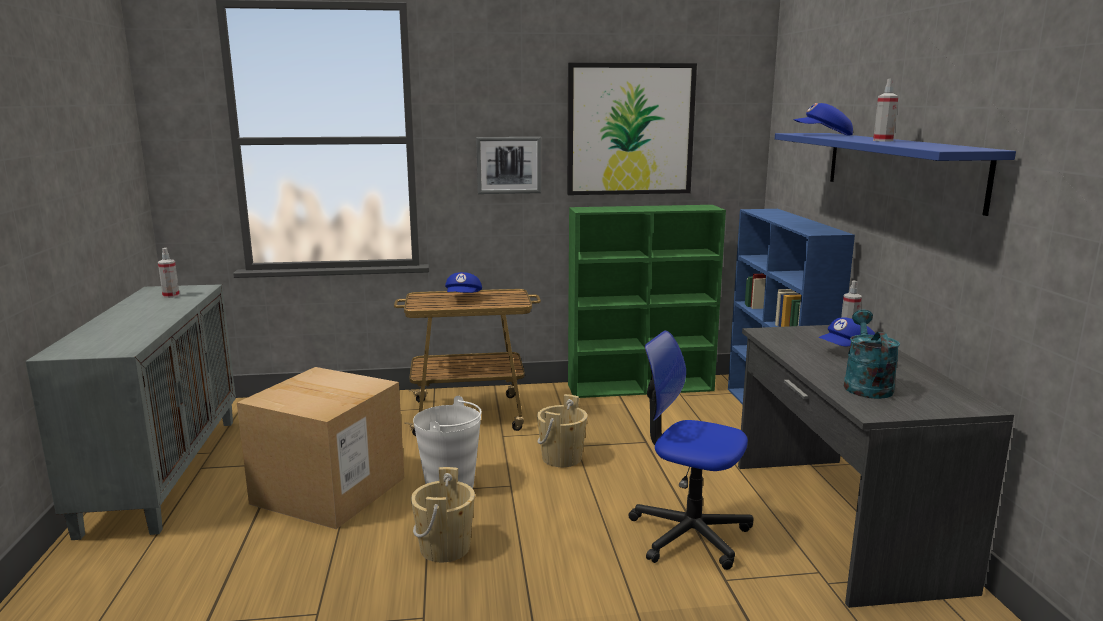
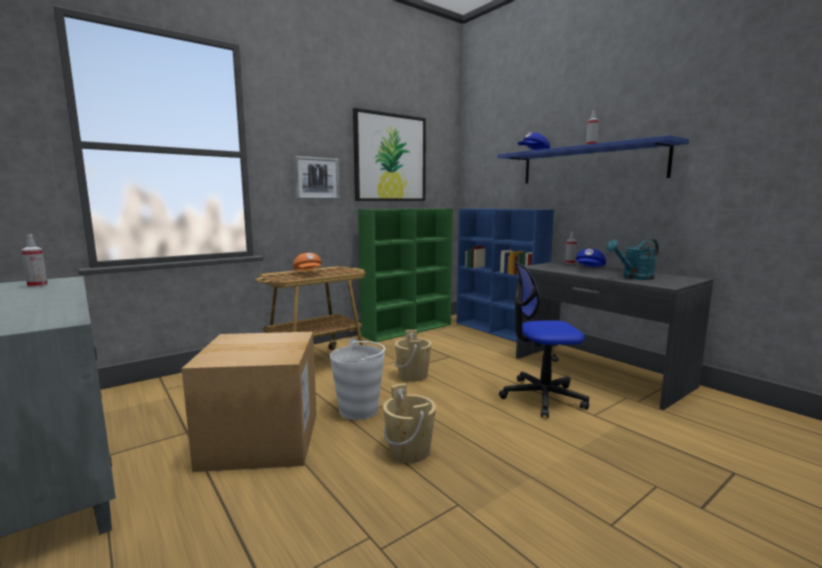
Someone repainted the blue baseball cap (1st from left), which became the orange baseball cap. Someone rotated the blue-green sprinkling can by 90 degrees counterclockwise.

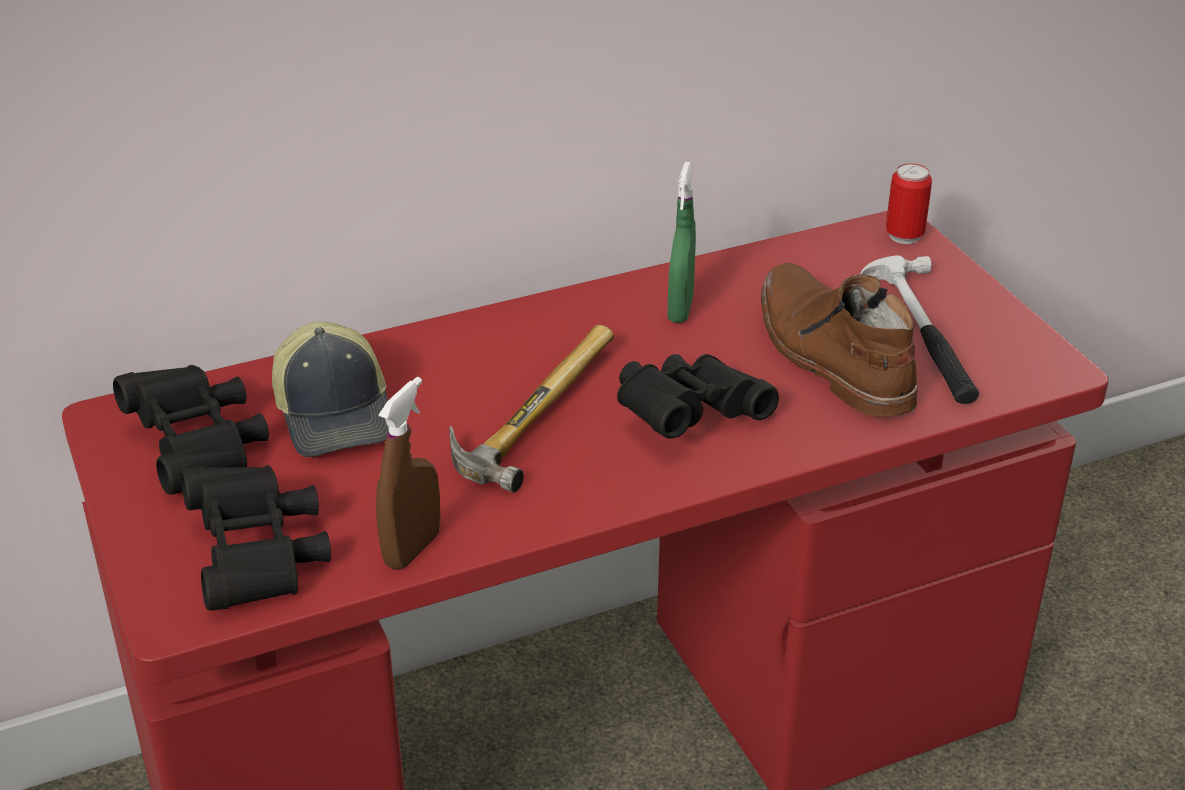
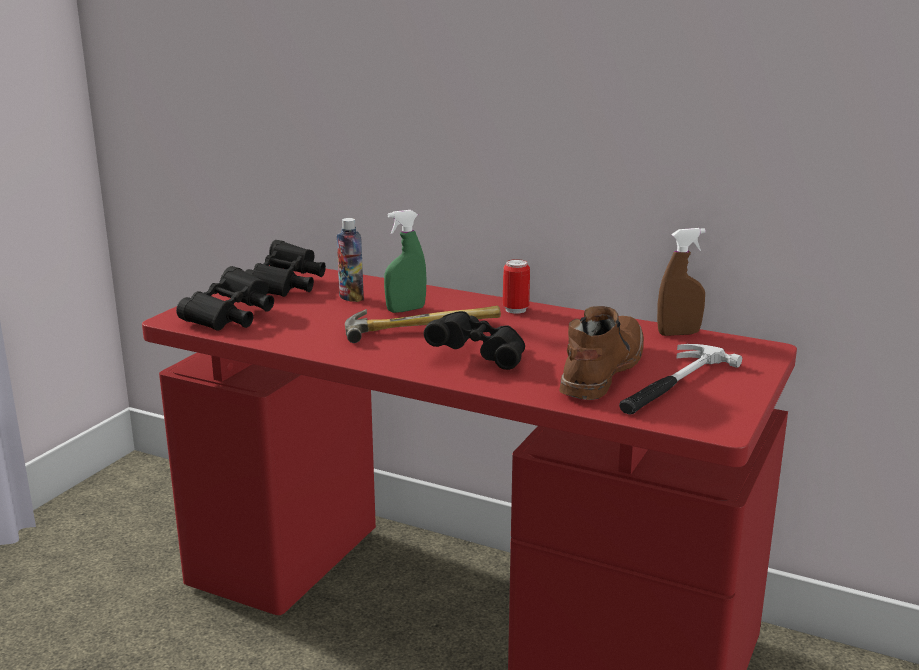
Someone swapped the baseball cap for the drink bottle. Someone carried the brownish spray bottle. Someone carried the greenish spray bottle. Someone carried the sealed can.

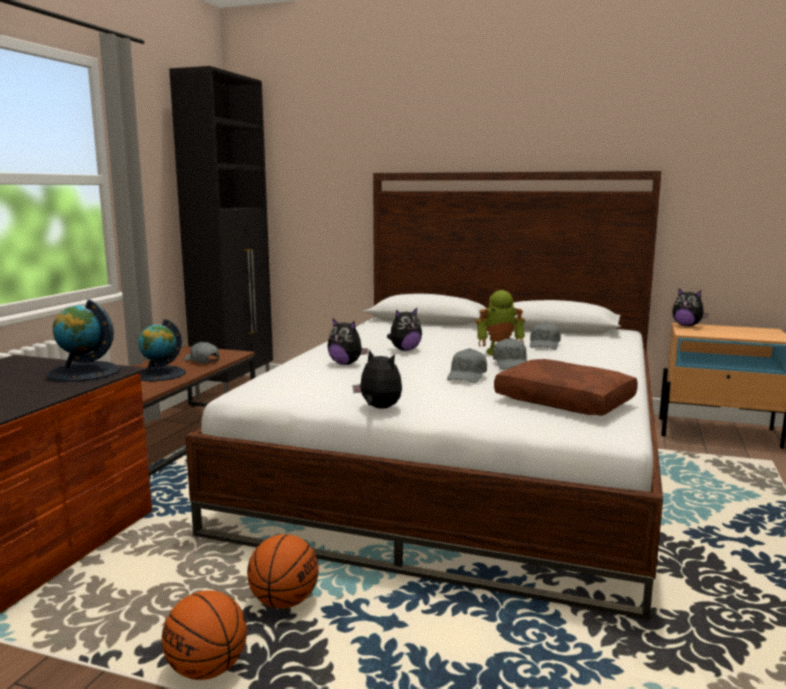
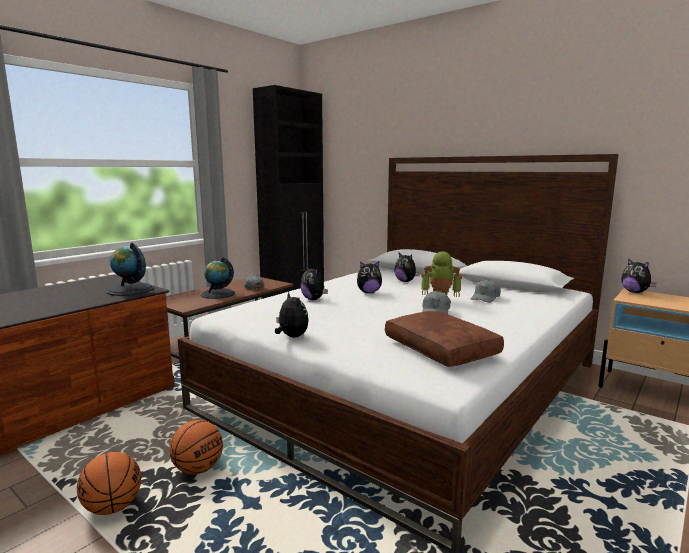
Someone took away the greyish baseball cap (2nd from left). Someone put down the plush toy (4th from left).

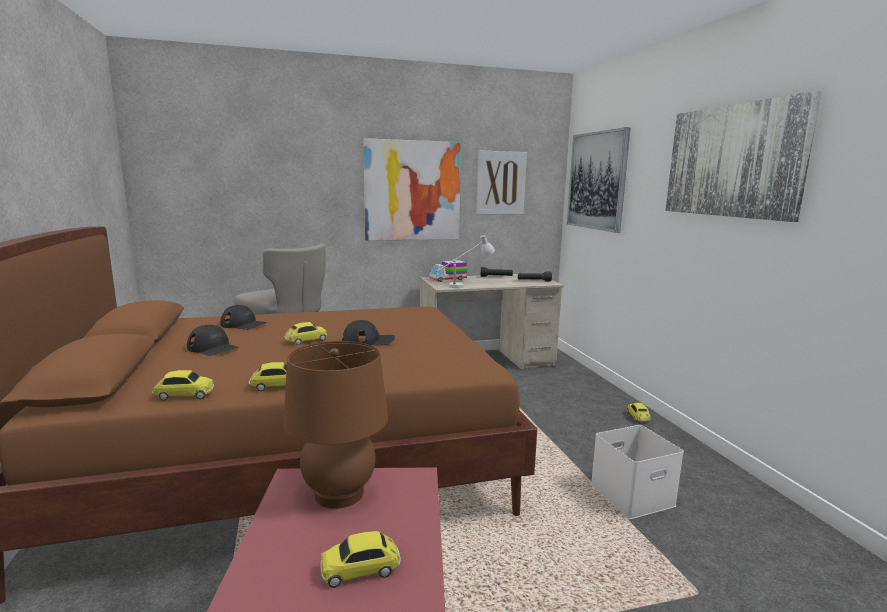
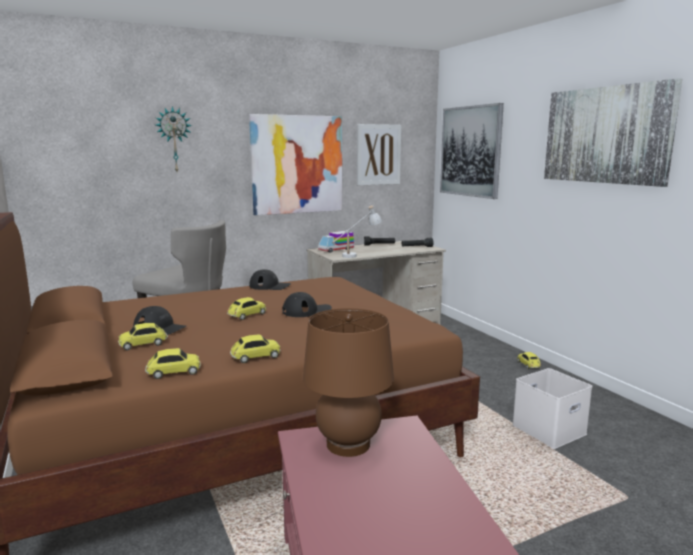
Someone carried the black baseball cap (2nd from left). Someone carried the toy car (4th from left in the first image). Someone put up the clock on the wall.

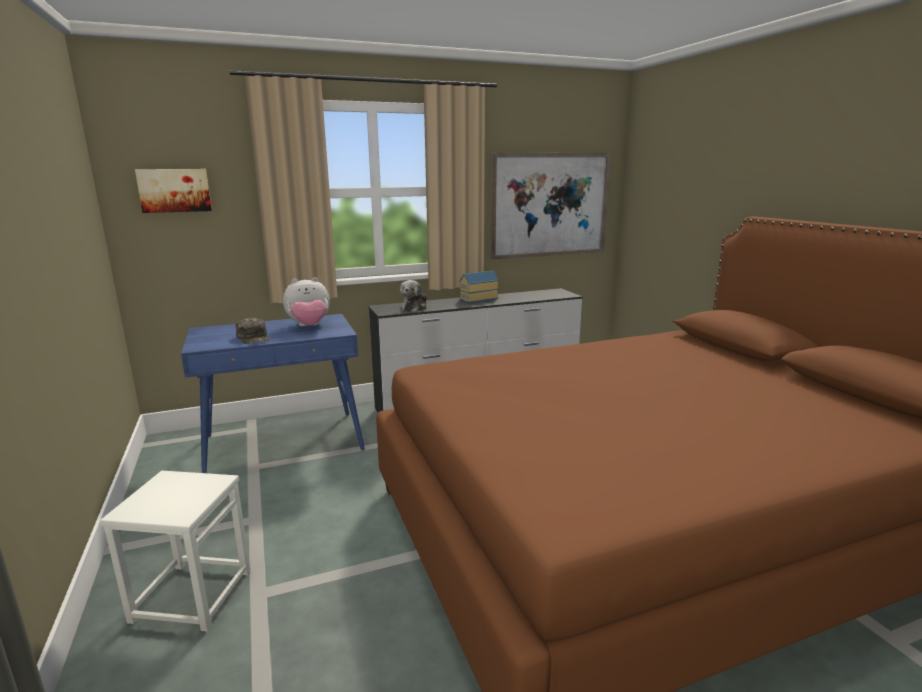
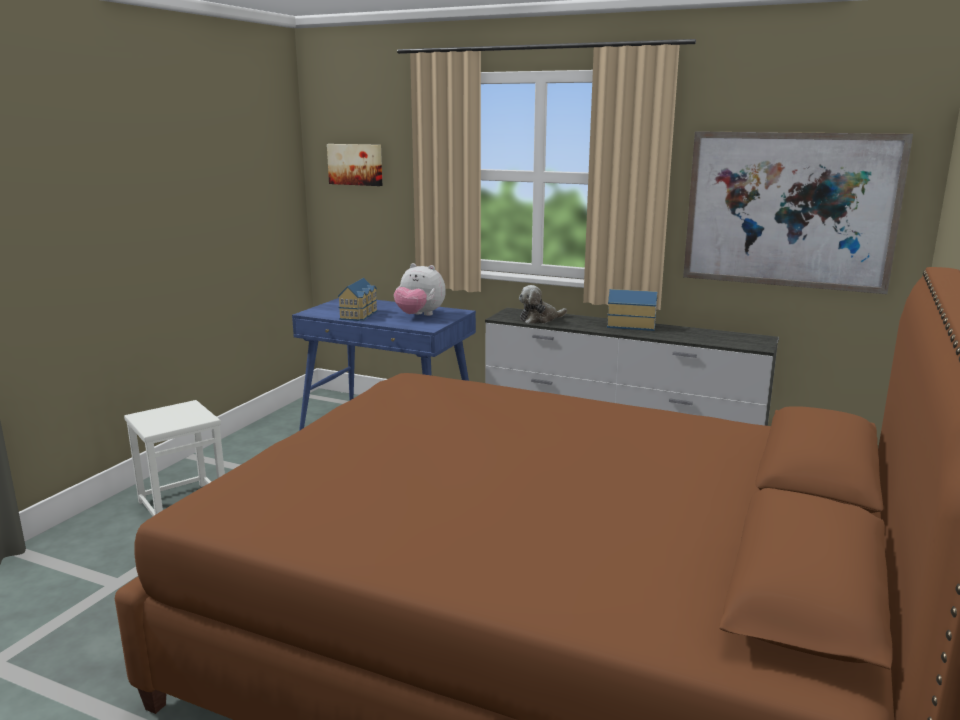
Someone swapped the greenish baseball cap for the miniature house (1st from left).

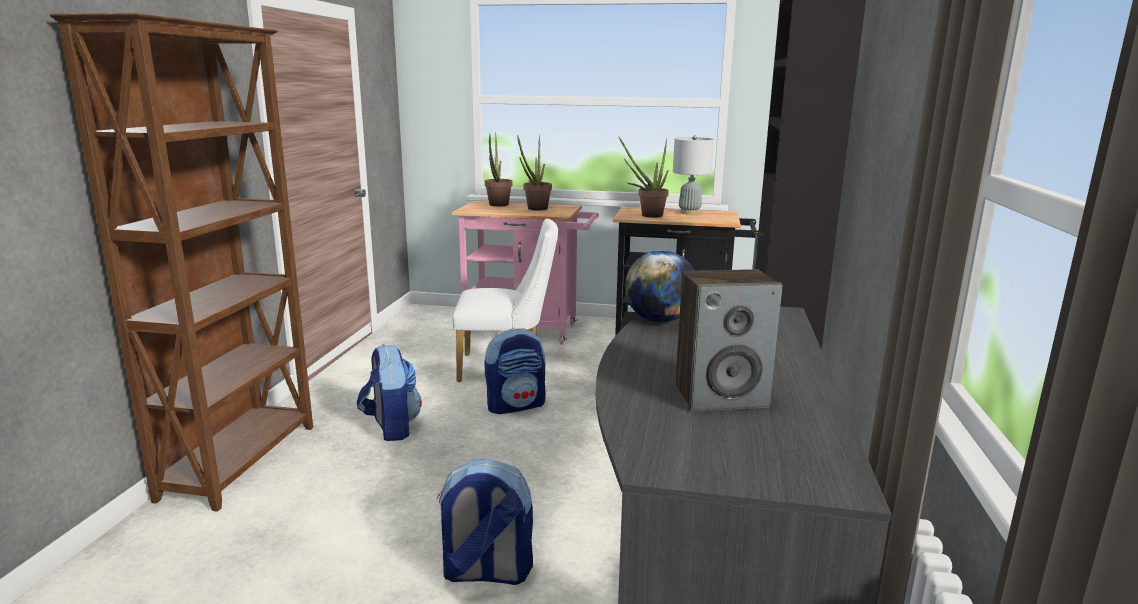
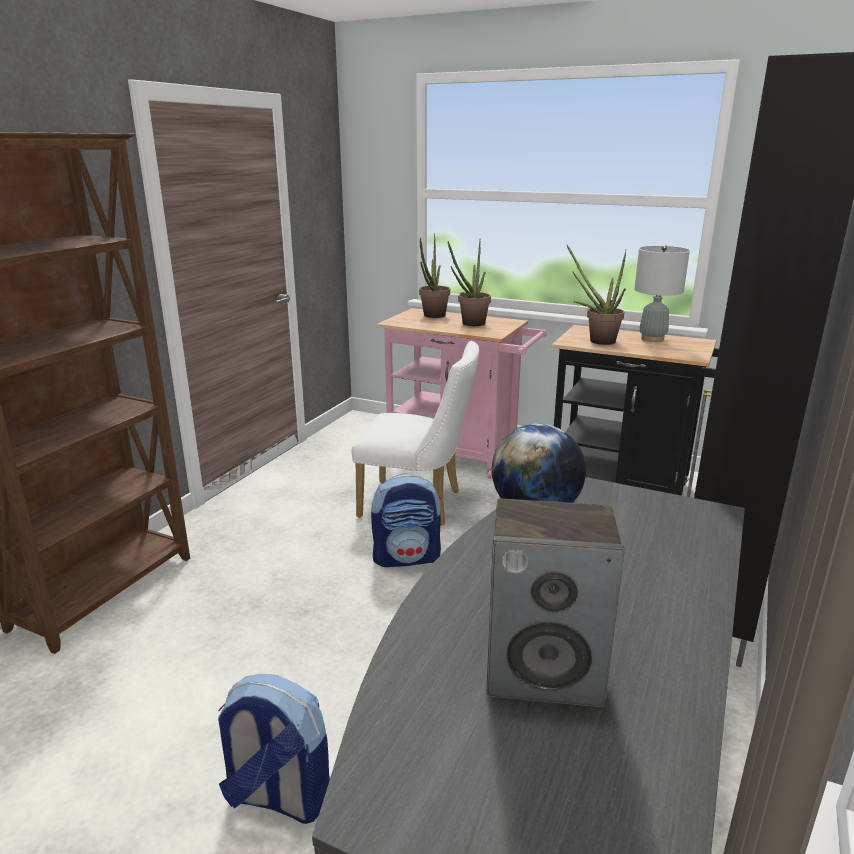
Someone took away the knapsack (1st from left).

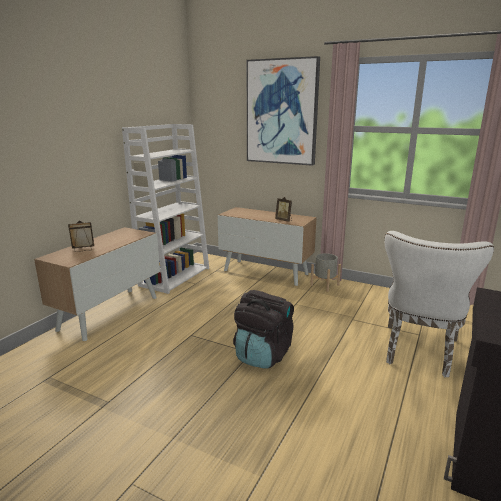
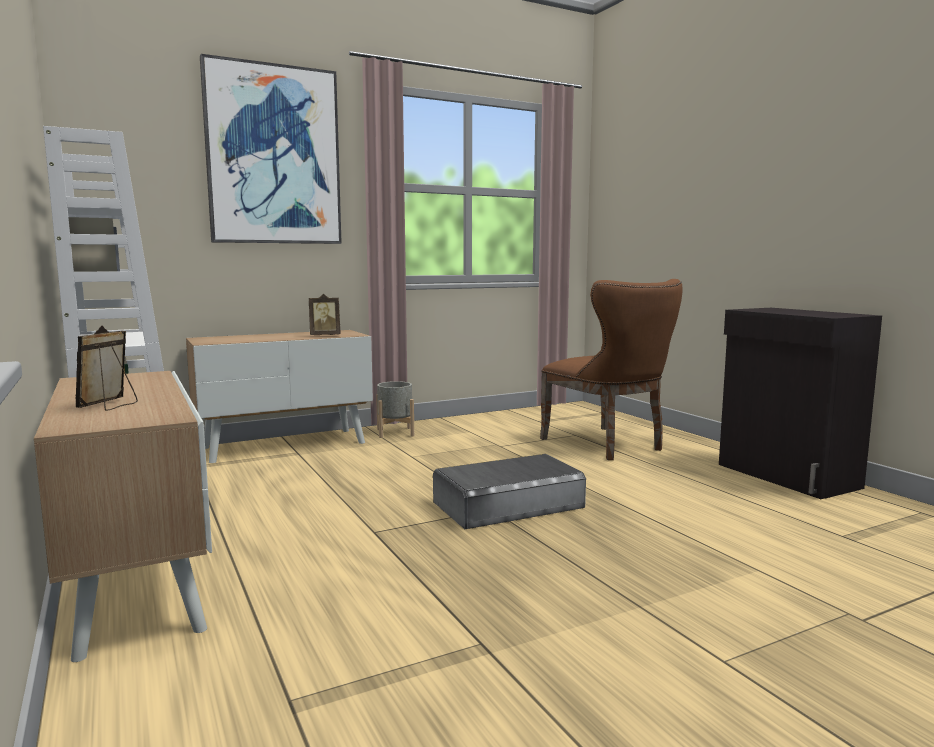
Someone swapped the black knapsack for the greyish storage box. Someone repainted the white-coloured plain chair, which became the brownish plain chair.

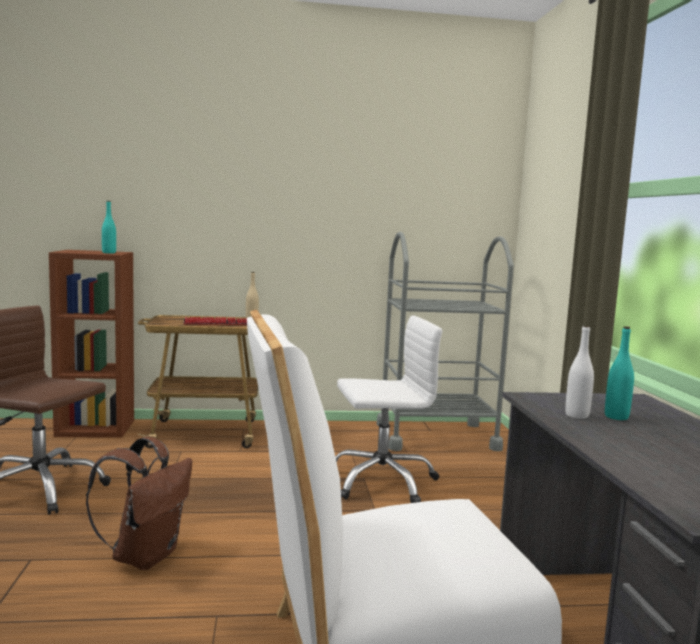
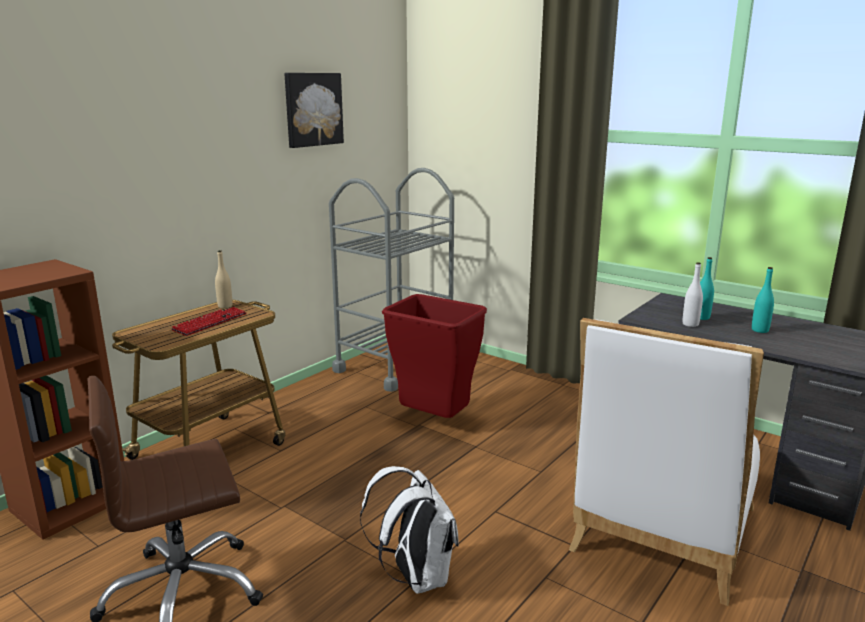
Someone repainted the brownish knapsack, which became the white-coloured knapsack. Someone carried the blue-green drink bottle (1st from left in the first image). Someone swapped the white-coloured desk chair for the red-coloured trash can. Someone put up the wall picture.

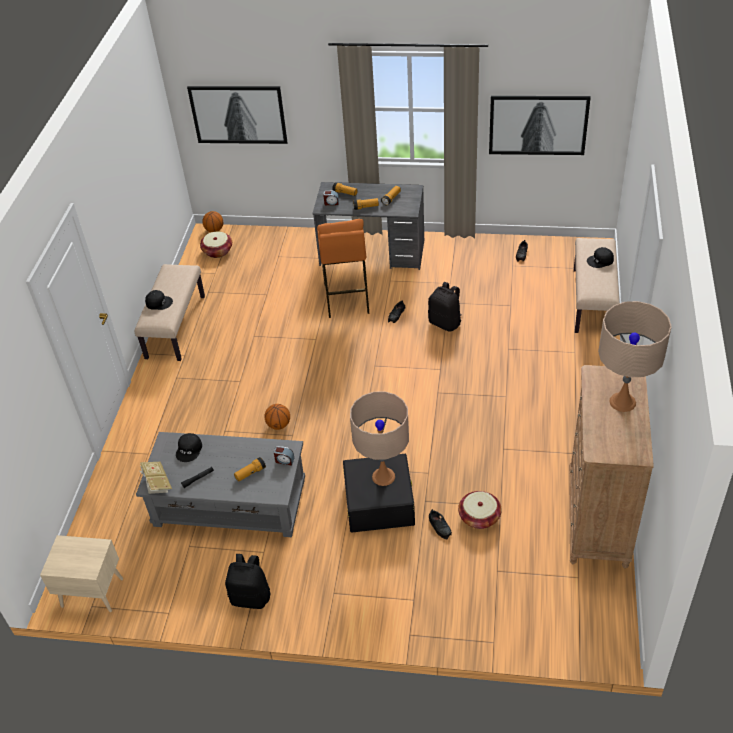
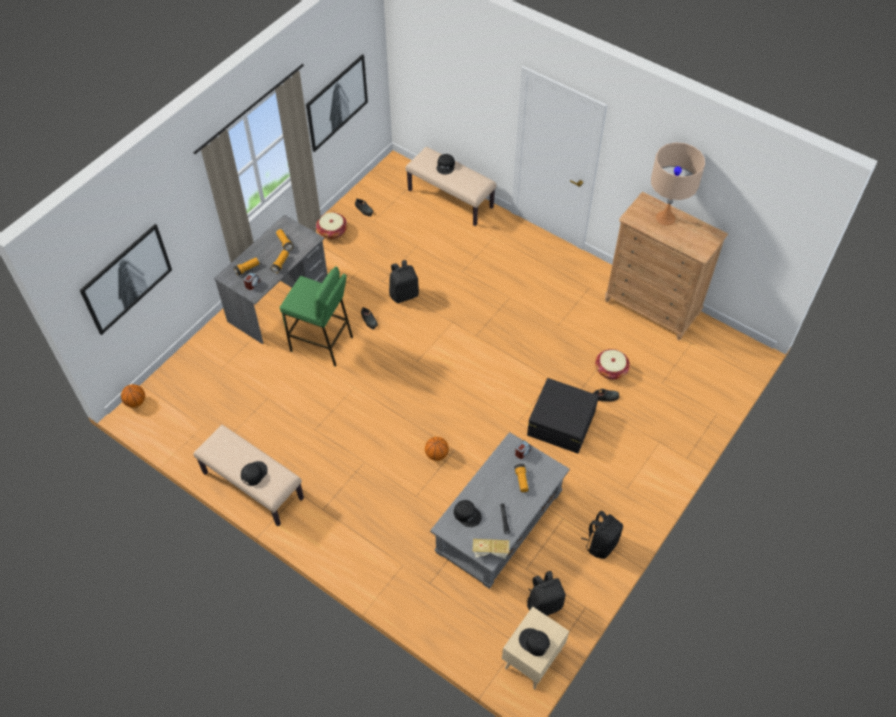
Someone carried the basket (1st from left). Someone repainted the orange stool, which became the greenish stool. Someone took away the beige lamp for a table (1st from left). Someone put down the black baseball cap (4th from left). Someone put down the black knapsack (2nd from left).

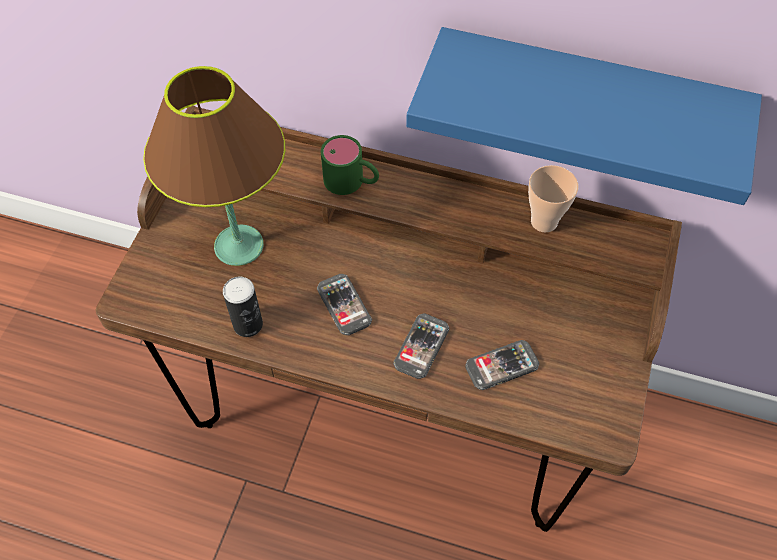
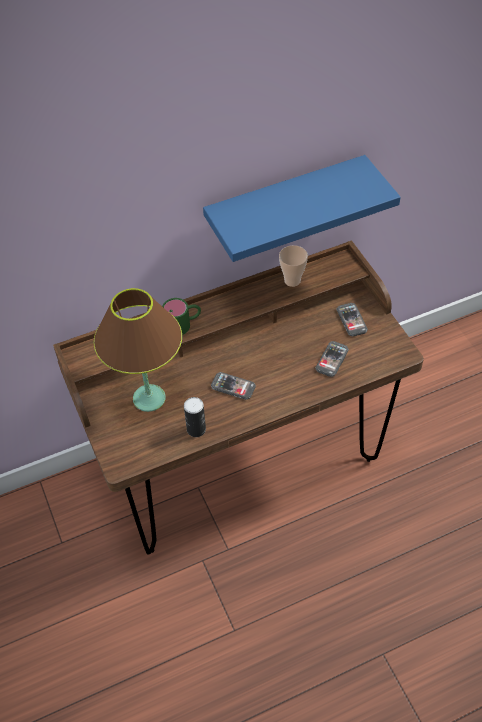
Someone carried the phone (2nd from left in the first image).

